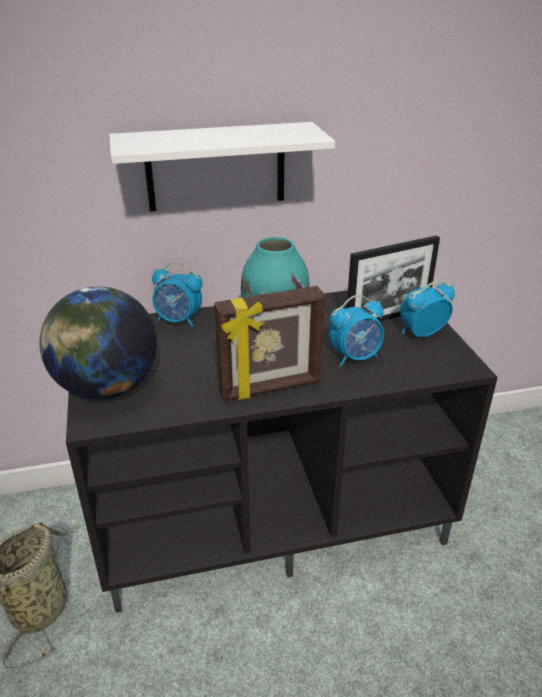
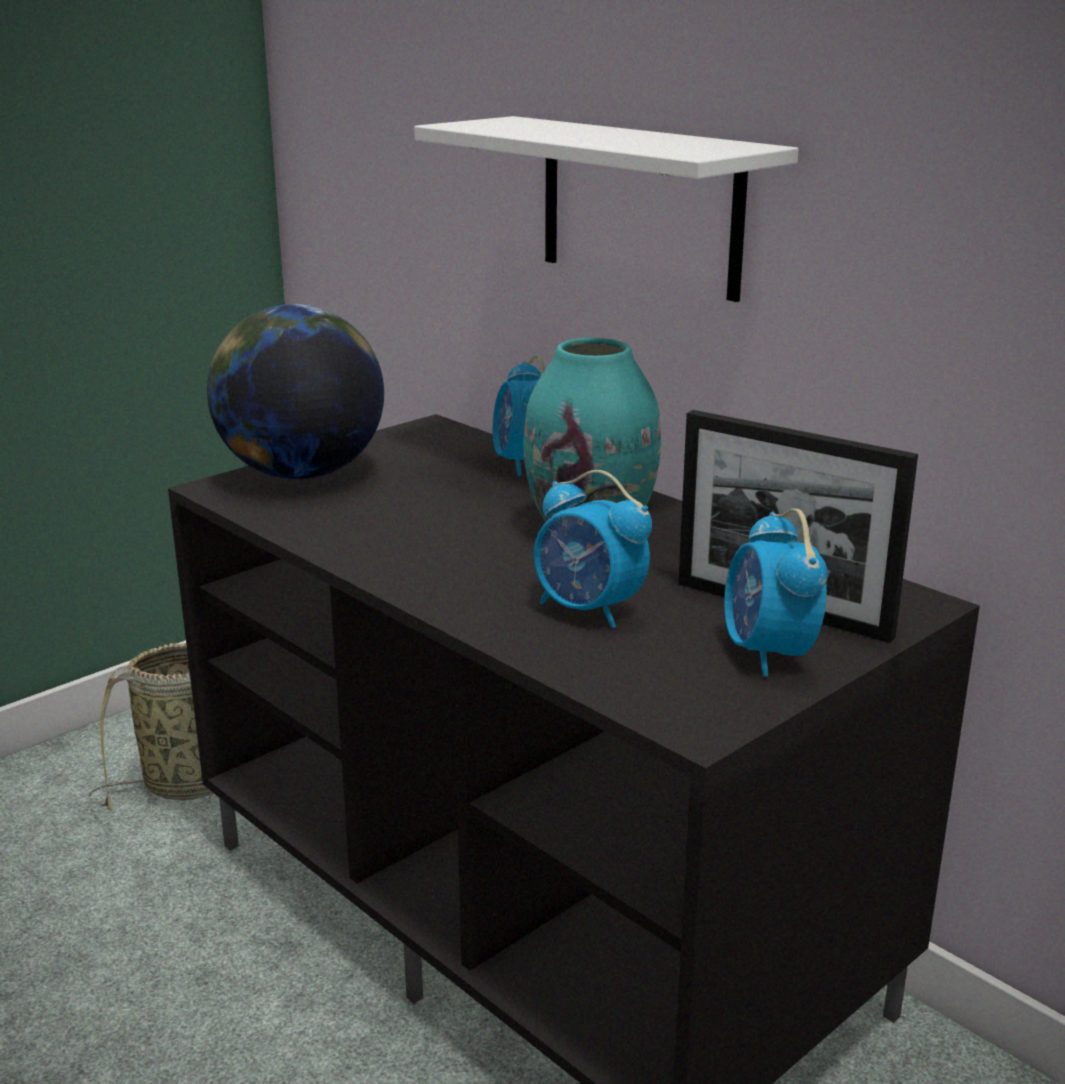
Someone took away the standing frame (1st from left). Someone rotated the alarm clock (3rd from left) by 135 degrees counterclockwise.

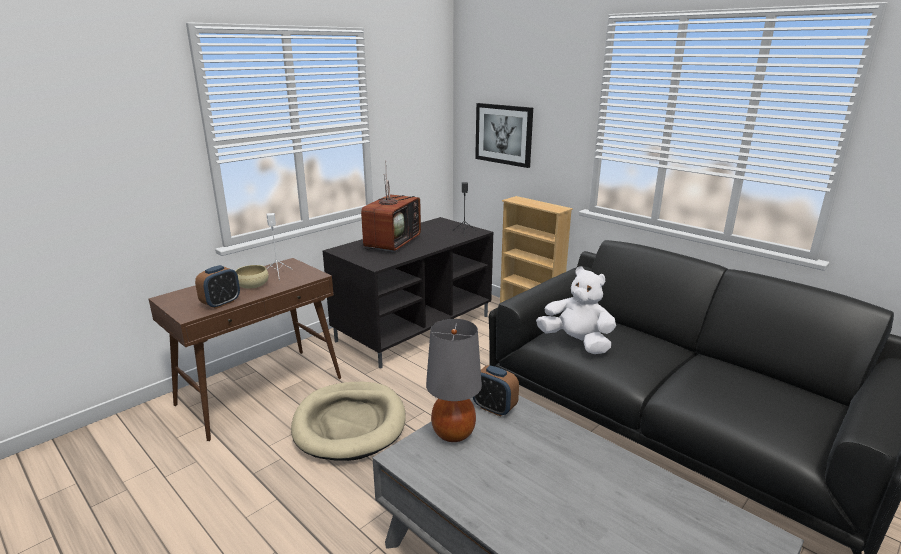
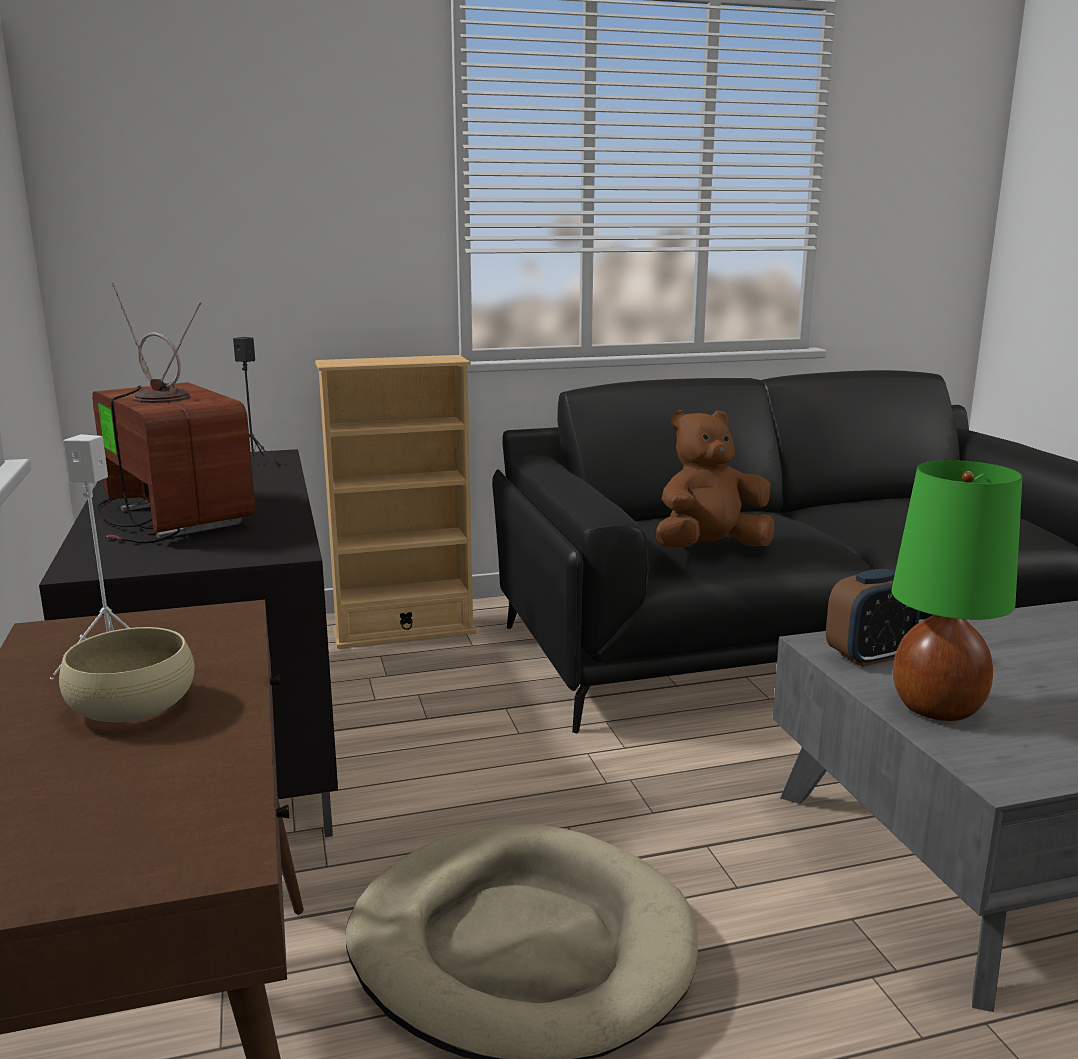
Someone took away the alarm clock (1st from left). Someone repainted the greyish lamp for a table, which became the greenish lamp for a table. Someone took away the wall picture. Someone repainted the white-coloured plush toy, which became the brownish plush toy.

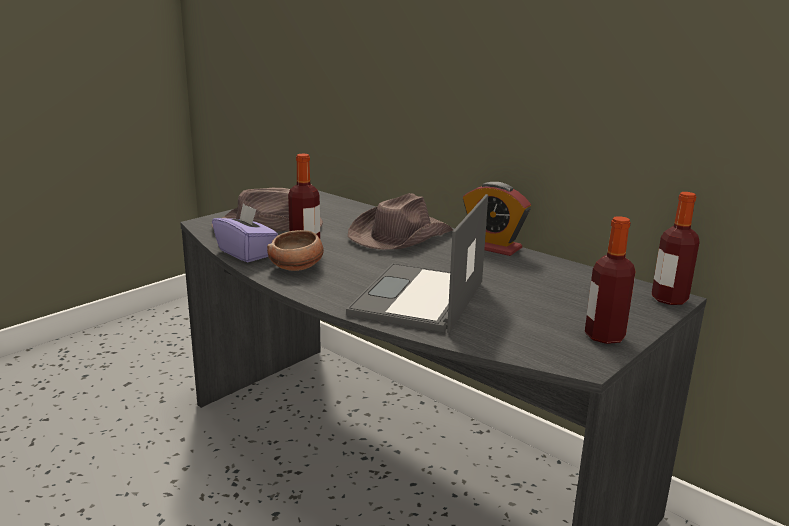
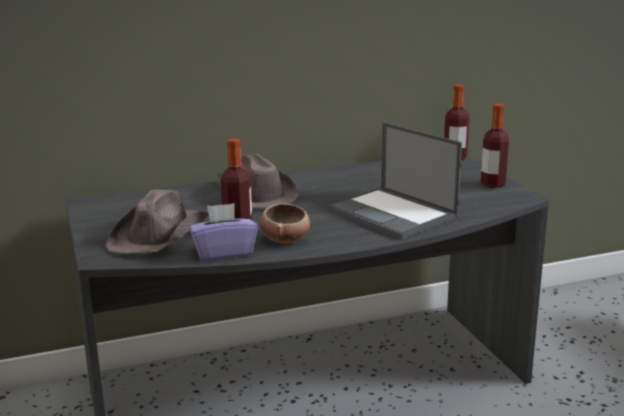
Someone took away the alarm clock.

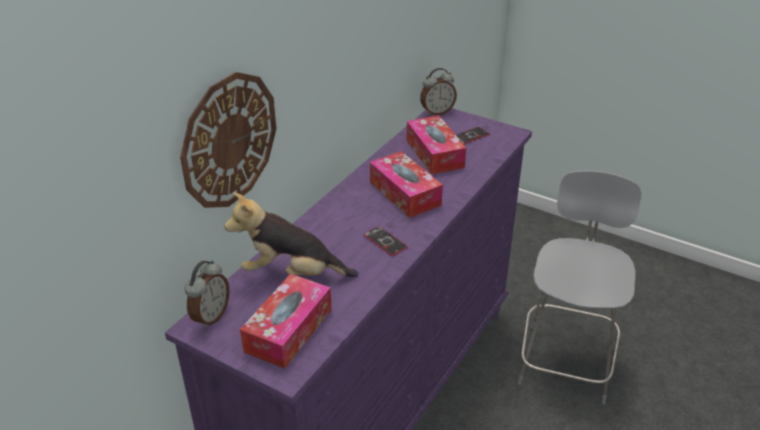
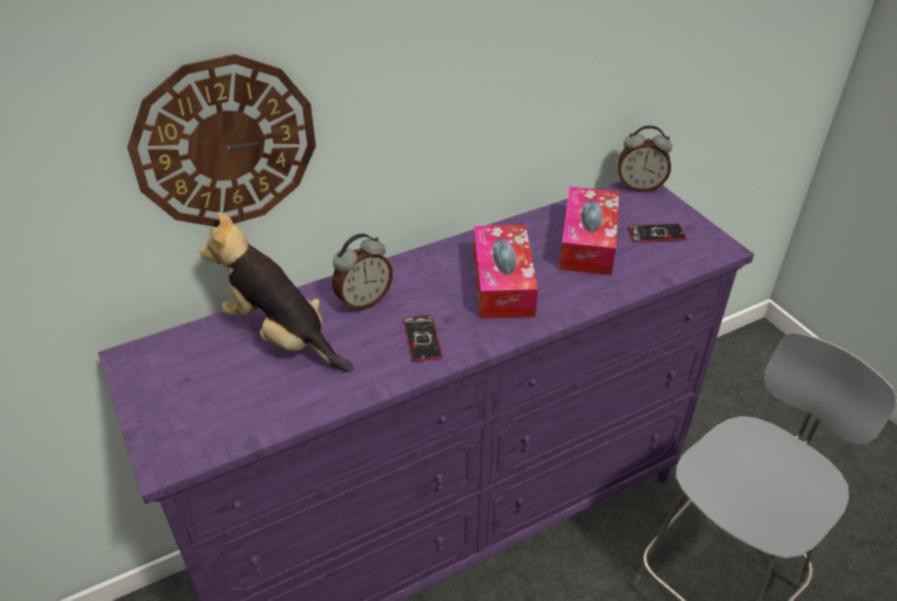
Someone carried the alarm clock (1st from left). Someone took away the tissue holder (1st from left).

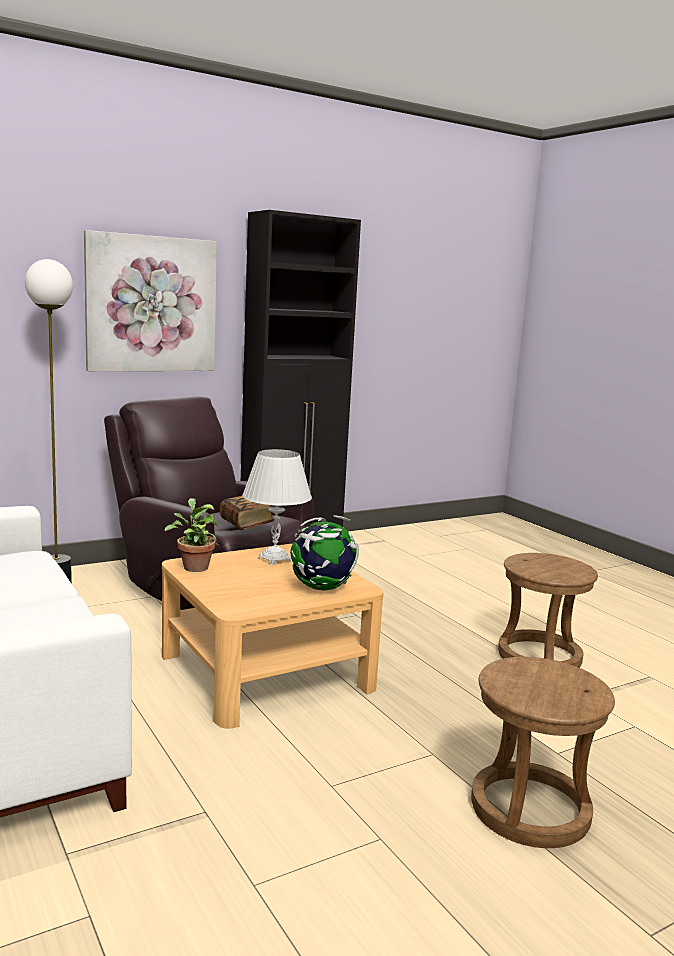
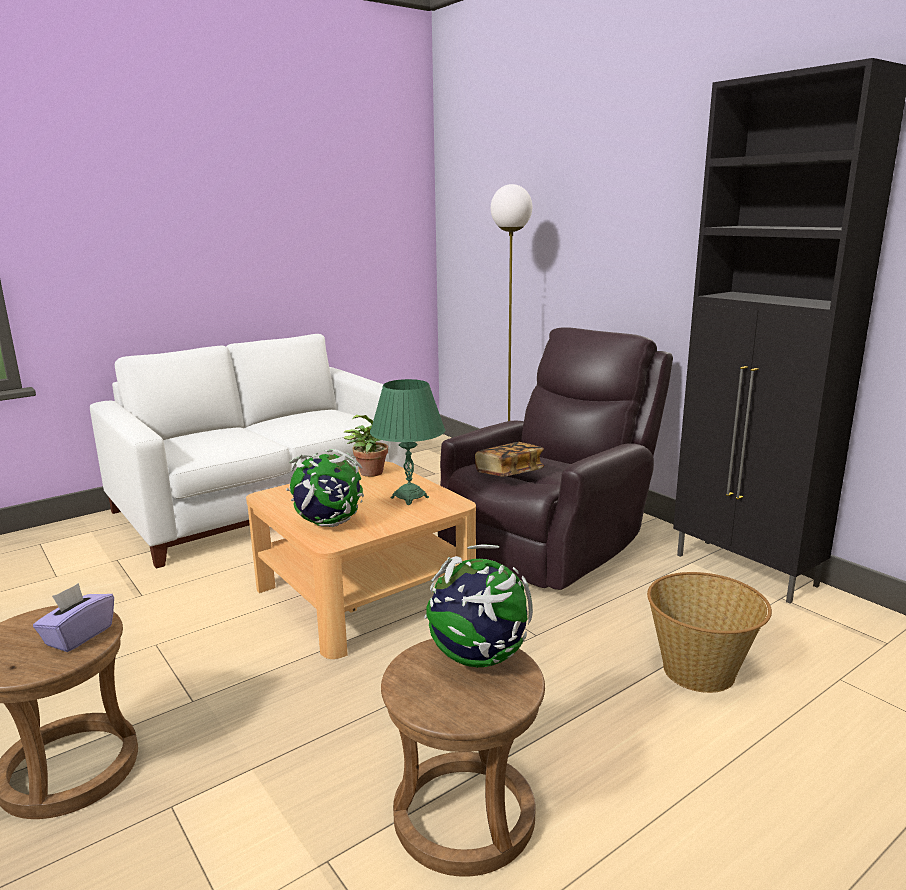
Someone took away the wall picture. Someone repainted the white-coloured lamp for a table, which became the greenish lamp for a table. Someone put down the purplish tissue holder. Someone put down the world globe (2nd from left). Someone put down the basket.

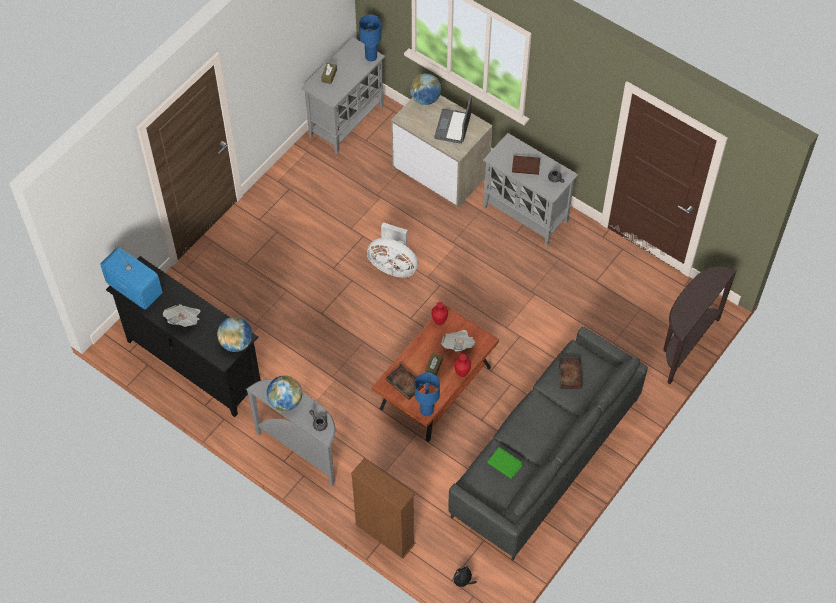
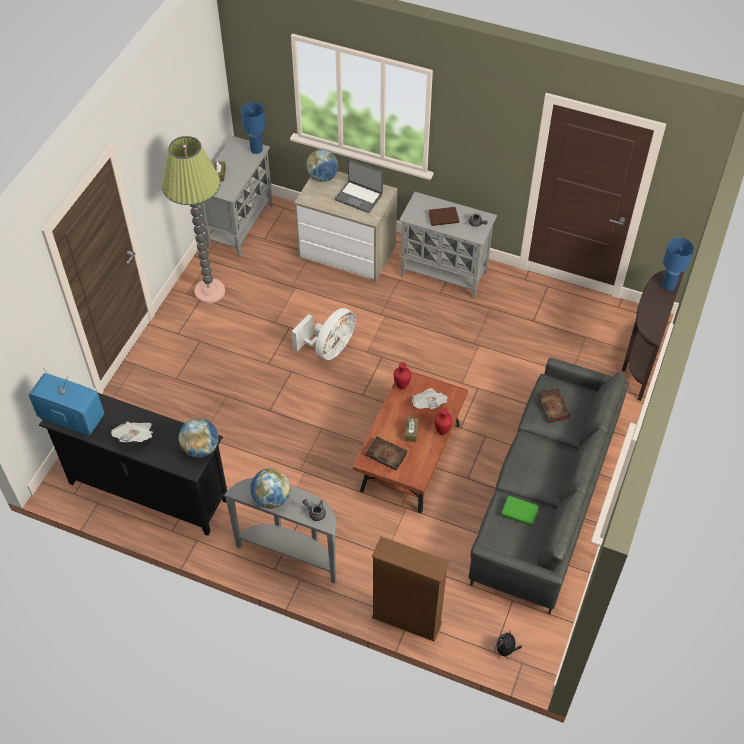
Someone rotated the white-coloured fan by 60 degrees counterclockwise. Someone carried the blue lamp for a table (2nd from left). Someone rotated the portable computer by 60 degrees counterclockwise. Someone put down the floor lamp.

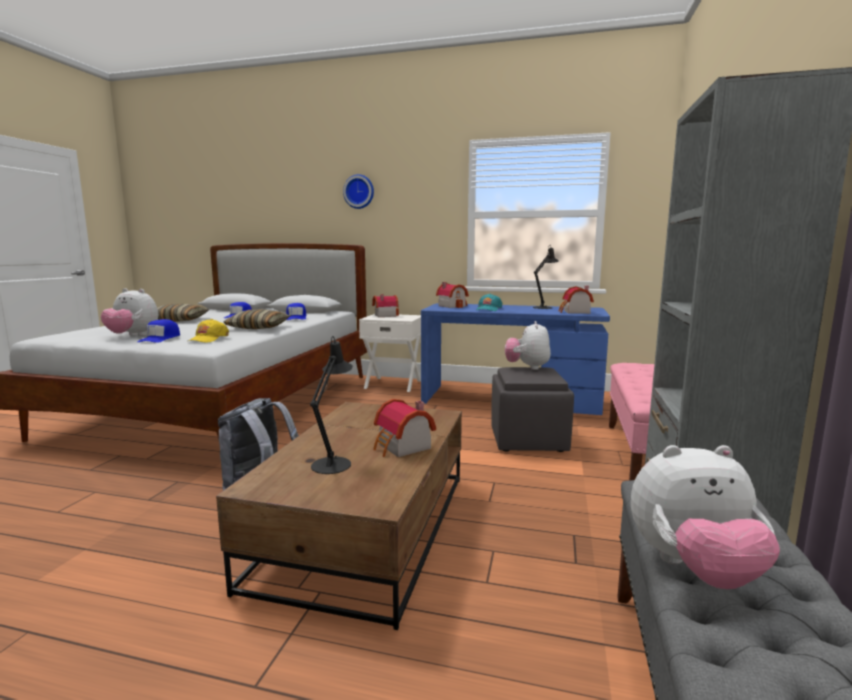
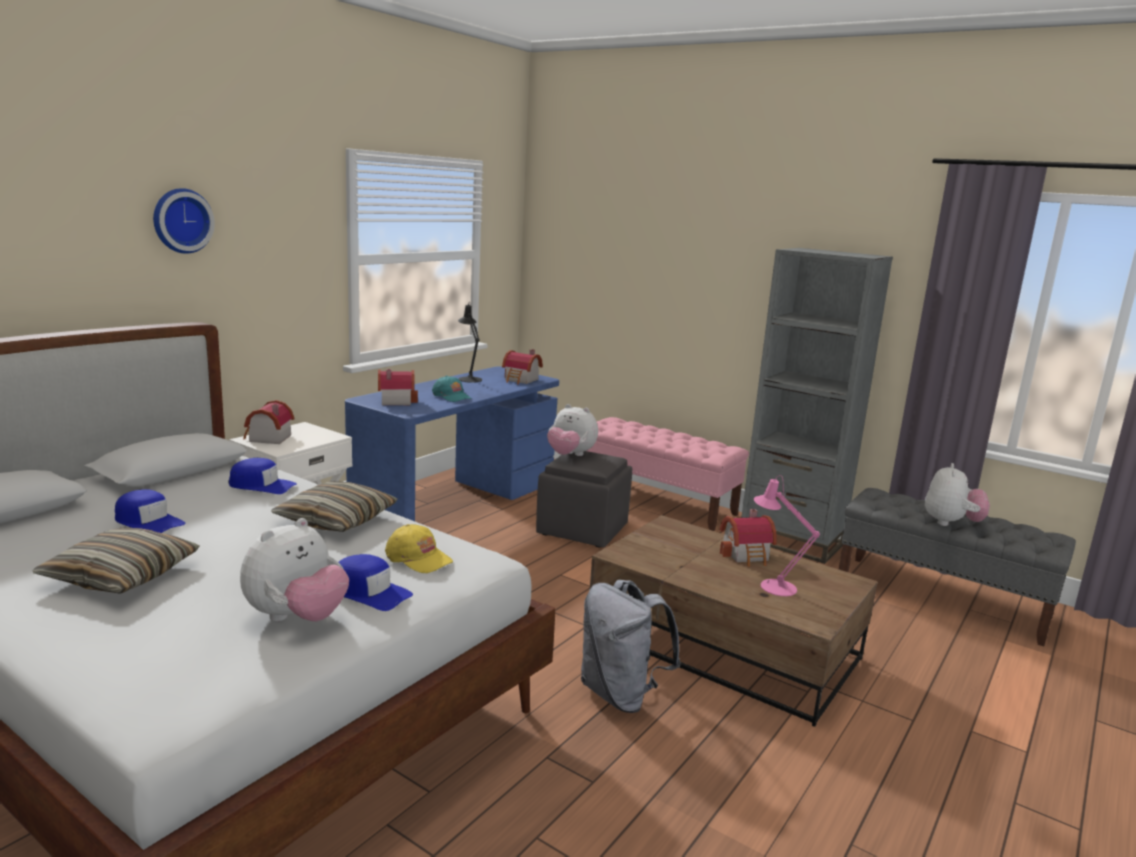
Someone repainted the black lamp for a table (1st from left), which became the pink lamp for a table.

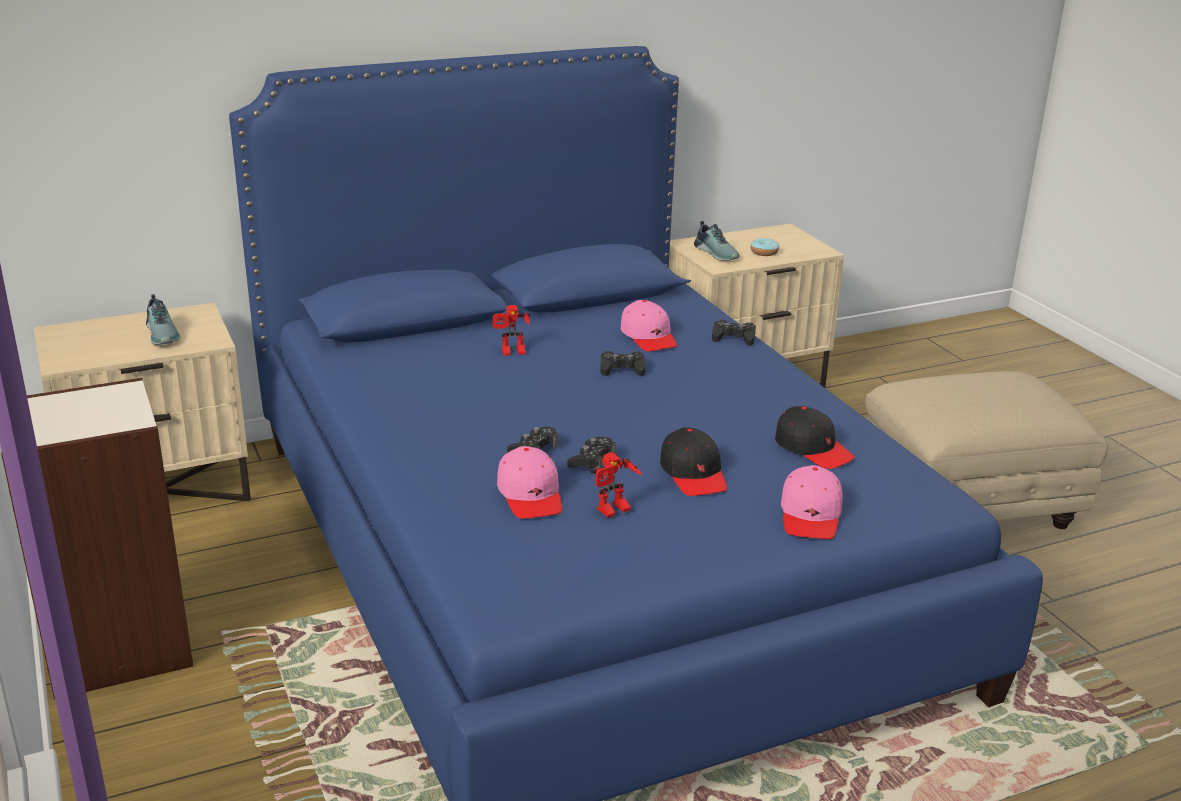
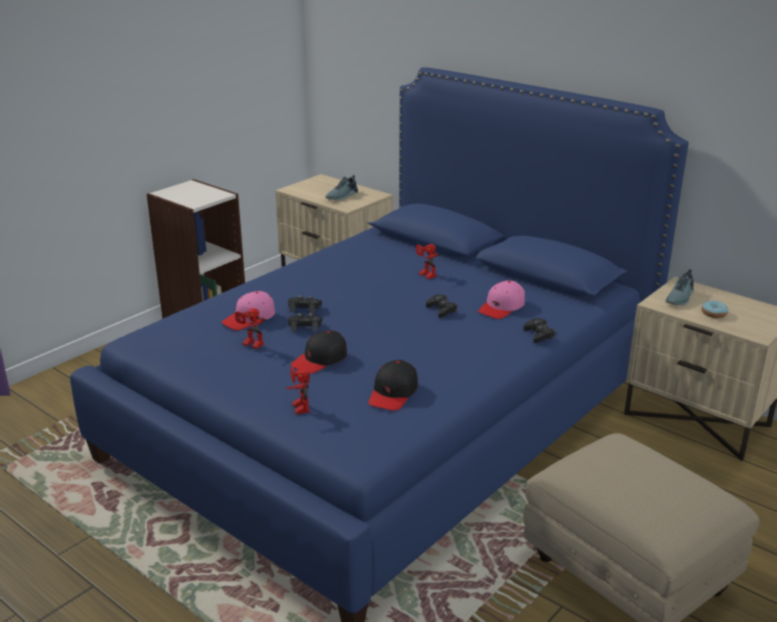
Someone swapped the pink baseball cap (3rd from left) for the toy robot (2nd from left).

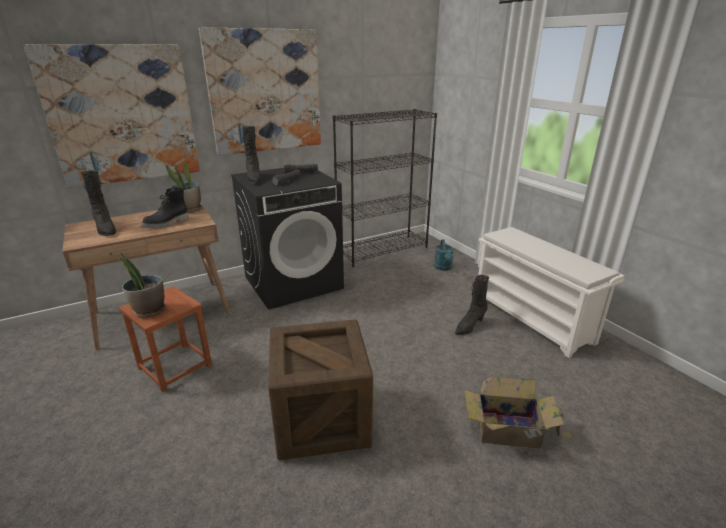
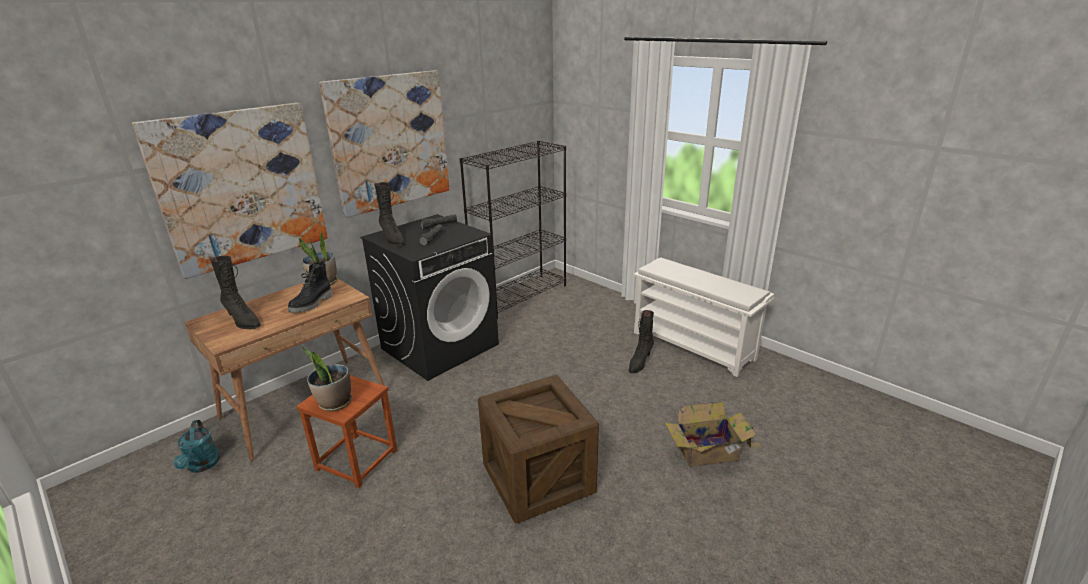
Someone carried the blue-green sprinkling can.

